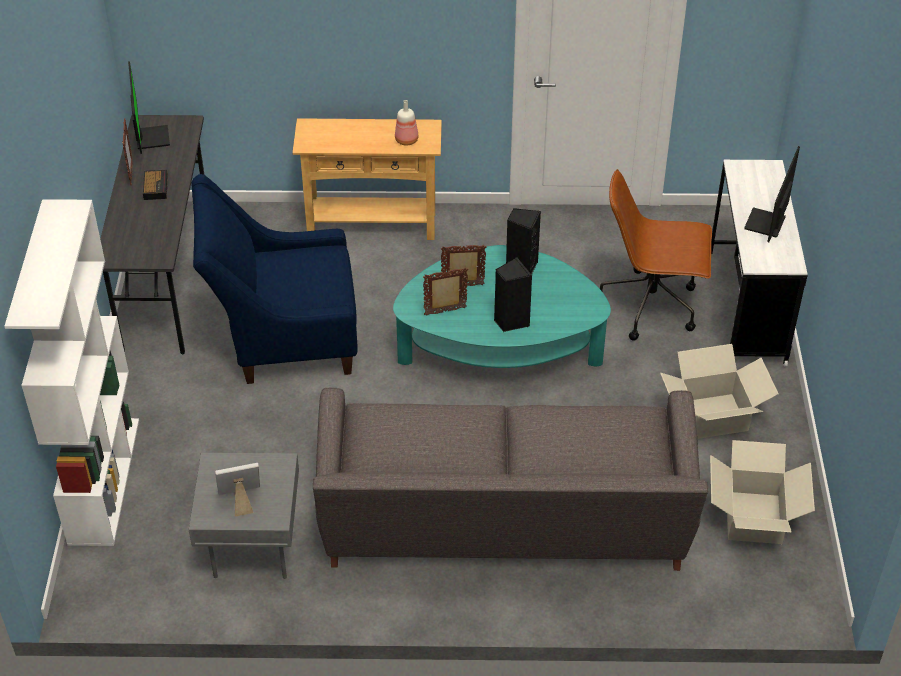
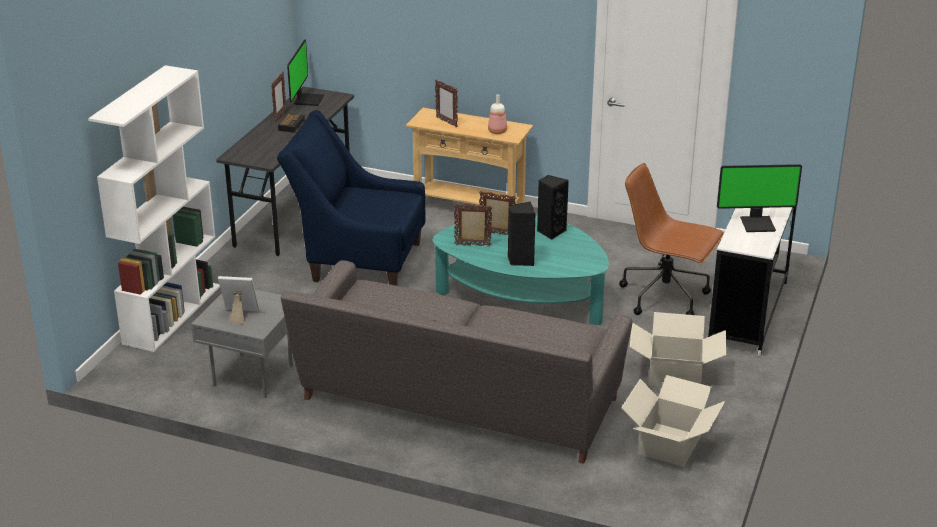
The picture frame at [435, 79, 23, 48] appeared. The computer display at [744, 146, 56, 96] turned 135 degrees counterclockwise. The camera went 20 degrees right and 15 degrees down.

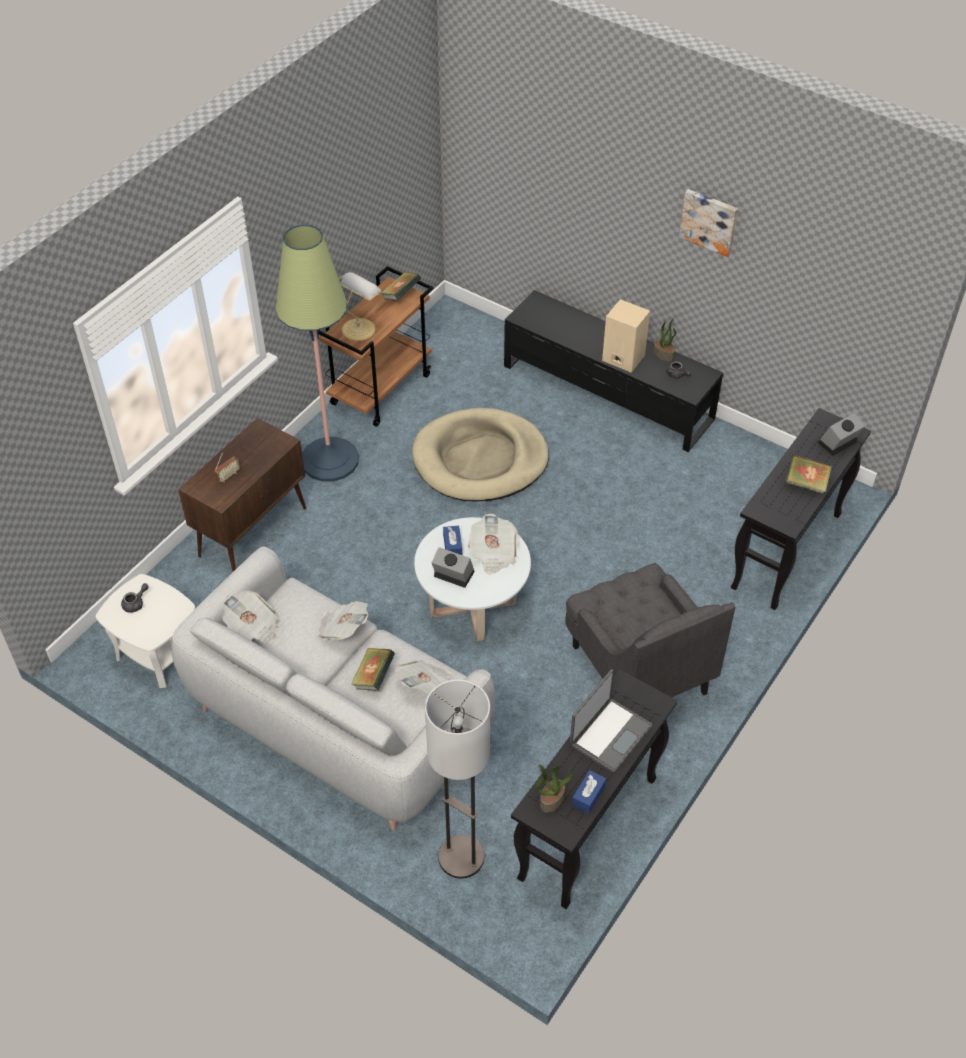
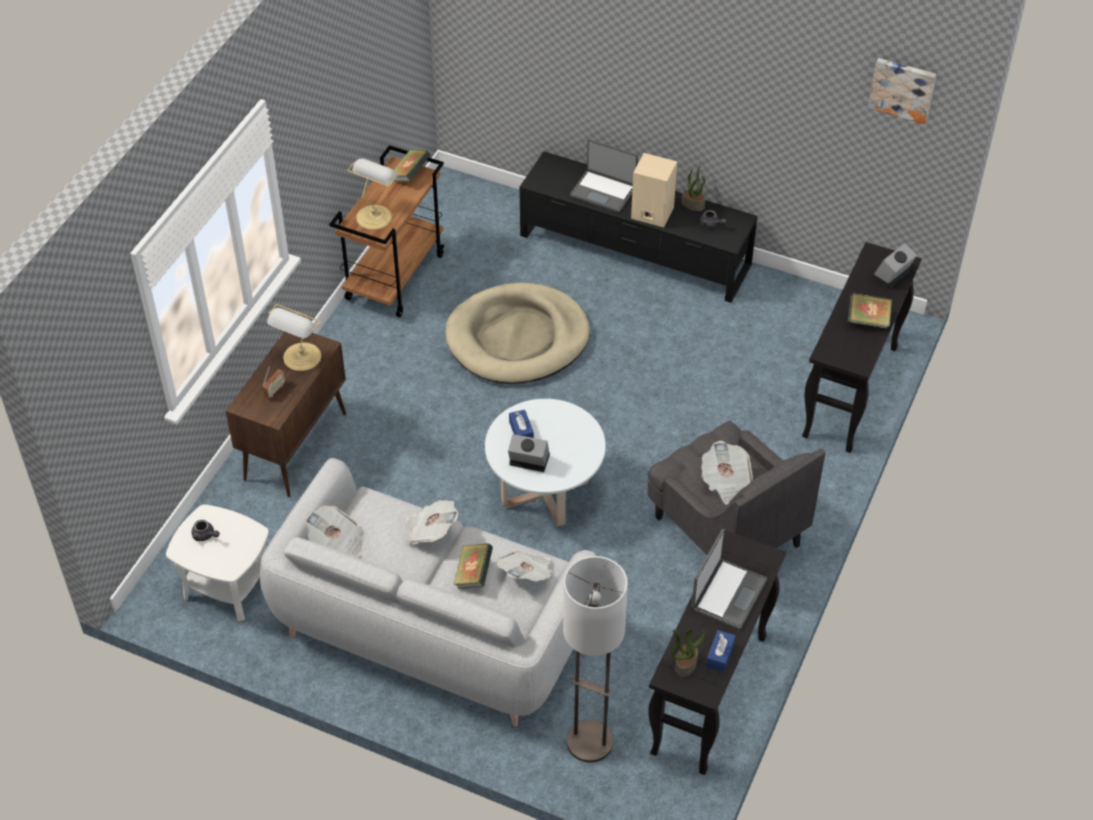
The grey teapot at [121, 583, 28, 30] turned 90 degrees clockwise. The tabletop lamp at [267, 304, 54, 67] appeared. The portable computer at [570, 139, 68, 74] appeared. The newspaper moved from [468, 514, 50, 61] to [701, 441, 52, 64]. The wall picture moved from [679, 189, 59, 68] to [868, 58, 68, 66]. The standing lamp at [275, 225, 84, 256] disappeared. The camera went 10 degrees left and 0 degrees up.

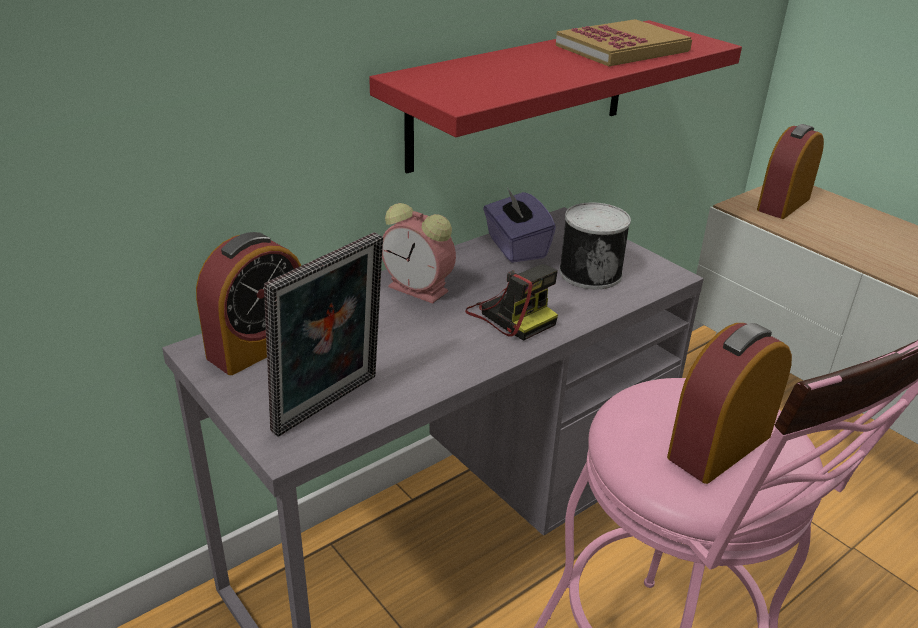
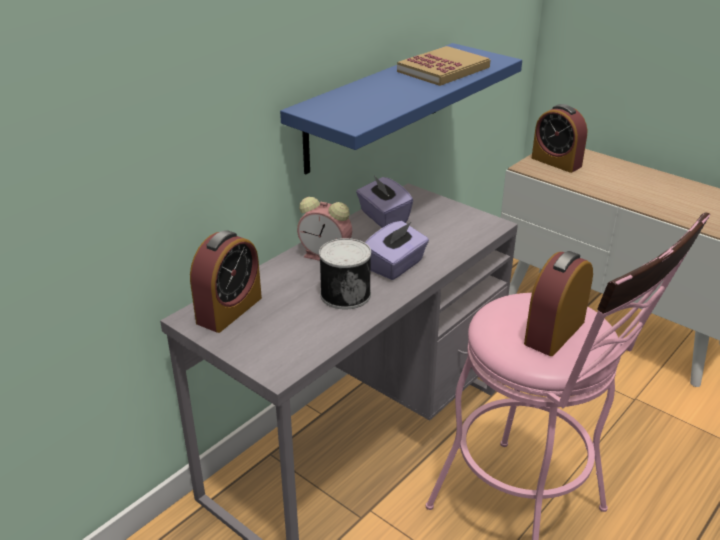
The red wall shelf at [369, 20, 373, 153] became the blue wall shelf at [280, 43, 242, 131]. The can moved from [559, 202, 72, 87] to [319, 238, 52, 72]. The photo camera at [465, 264, 93, 77] was replaced by the purplish box of tissues at [365, 221, 64, 59]. The bedside clock at [757, 124, 67, 95] turned 75 degrees counterclockwise. The picture frame at [264, 232, 119, 205] disappeared. The camera went 10 degrees left and 0 degrees up.

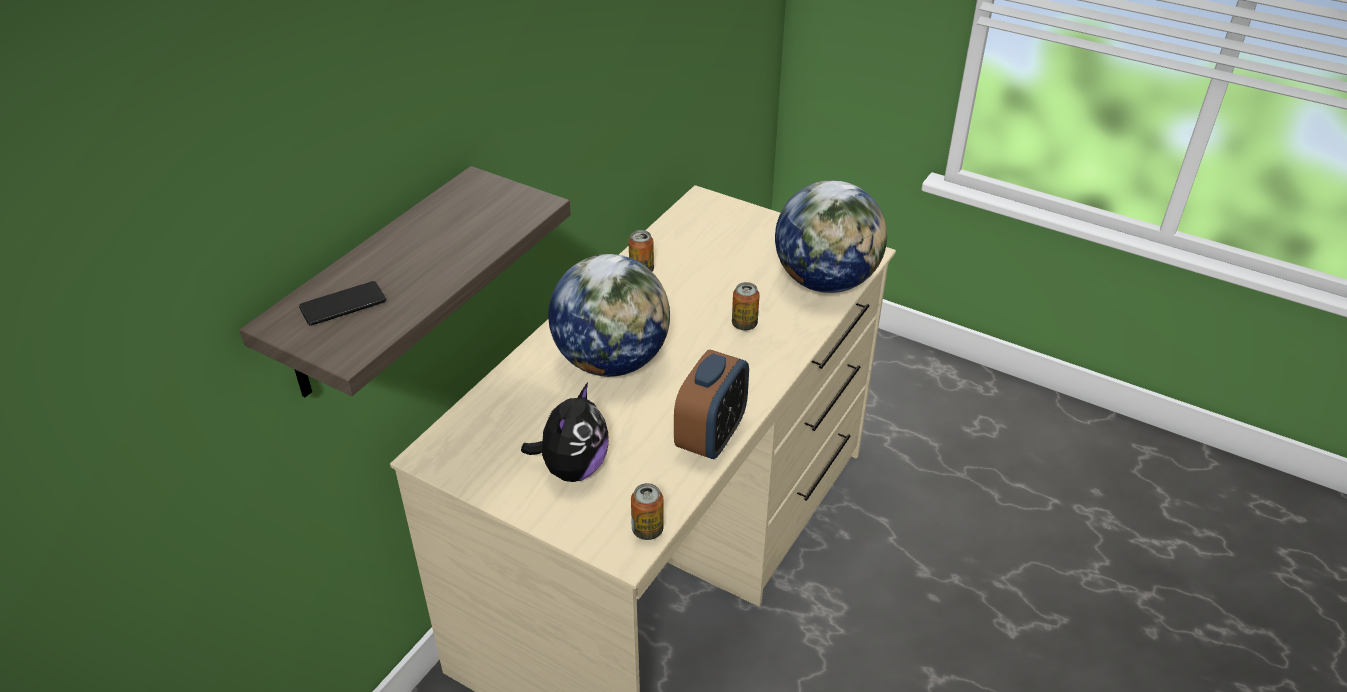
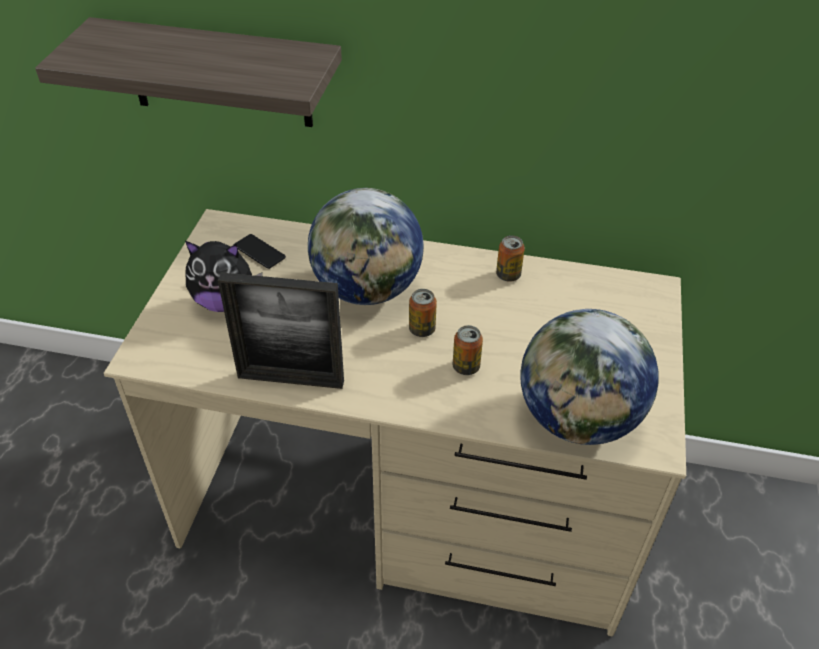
The bedside clock at [674, 350, 75, 109] was replaced by the picture frame at [218, 273, 126, 116]. The handset moved from [299, 281, 87, 45] to [234, 234, 52, 35]. The can moved from [631, 483, 32, 57] to [409, 289, 28, 48]. The camera went 70 degrees right and 5 degrees up.

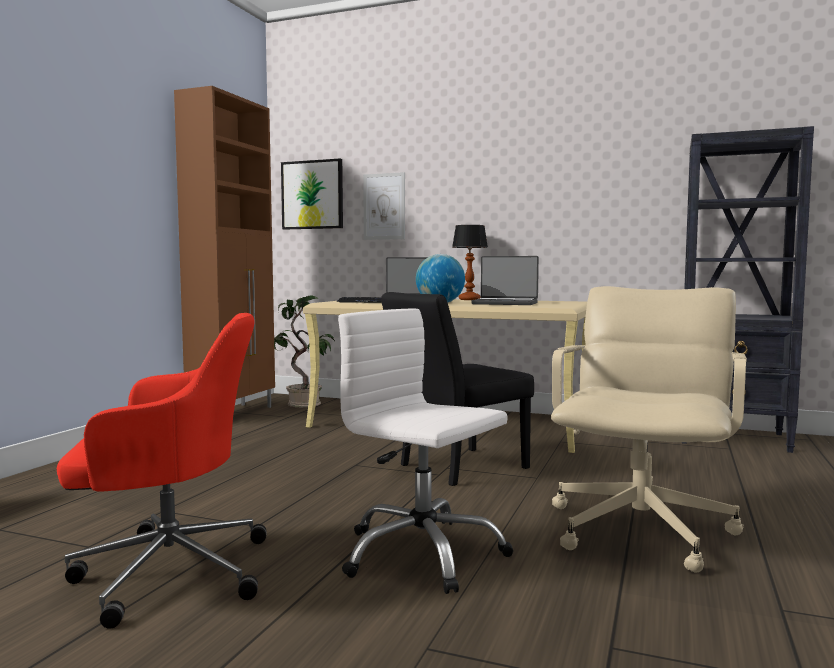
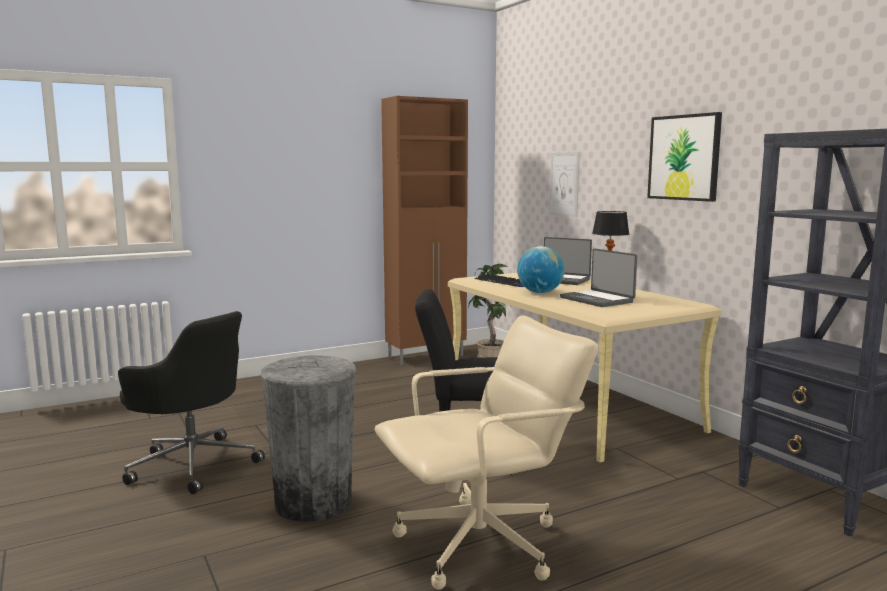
The red computer chair at [57, 313, 209, 316] became the black-coloured computer chair at [118, 311, 147, 183]. The whitish computer chair at [338, 309, 175, 285] was replaced by the grey rubbish bin at [260, 355, 96, 167]. The wall picture moved from [281, 159, 62, 71] to [647, 112, 75, 90]. The camera went 40 degrees right and 5 degrees up.

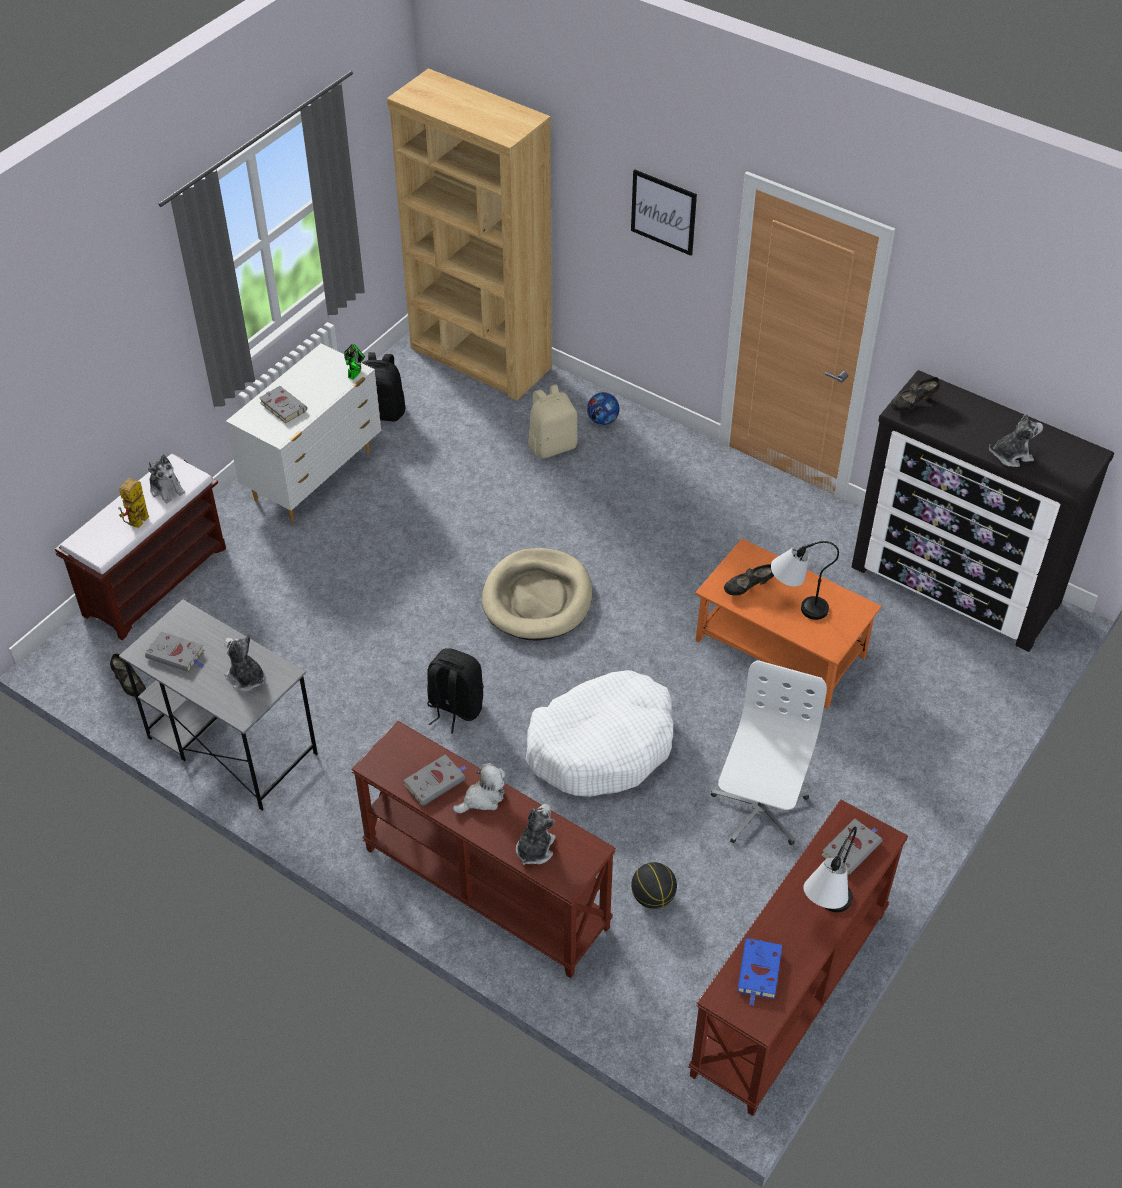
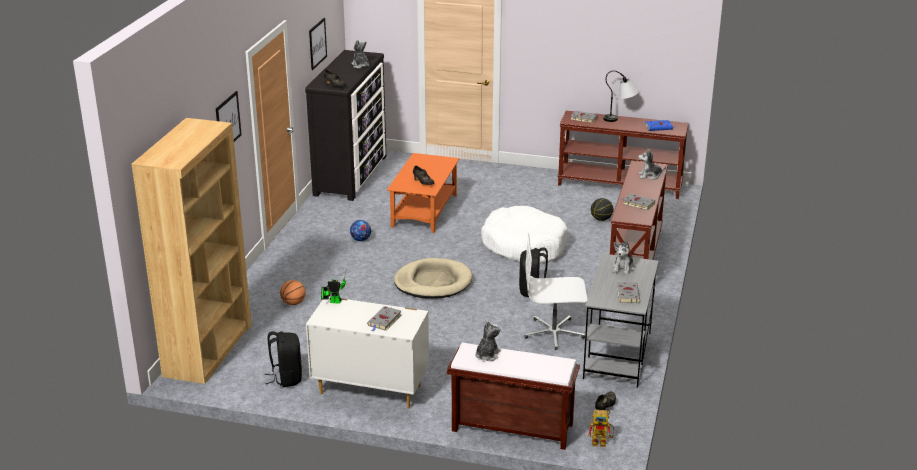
The beige knapsack at [528, 384, 49, 75] was replaced by the basketball ball at [280, 280, 26, 25]. The wall picture at [309, 18, 18, 52] appeared. The football moved from [587, 392, 33, 33] to [350, 220, 21, 21]. The whitish computer chair moved from [711, 660, 116, 185] to [524, 234, 63, 116]. The model robot moved from [118, 478, 31, 50] to [588, 410, 26, 37]. The plush toy at [453, 763, 53, 51] disappeared. The tabletop lamp at [771, 541, 68, 79] disappeared. The camera went 110 degrees left and 20 degrees down.

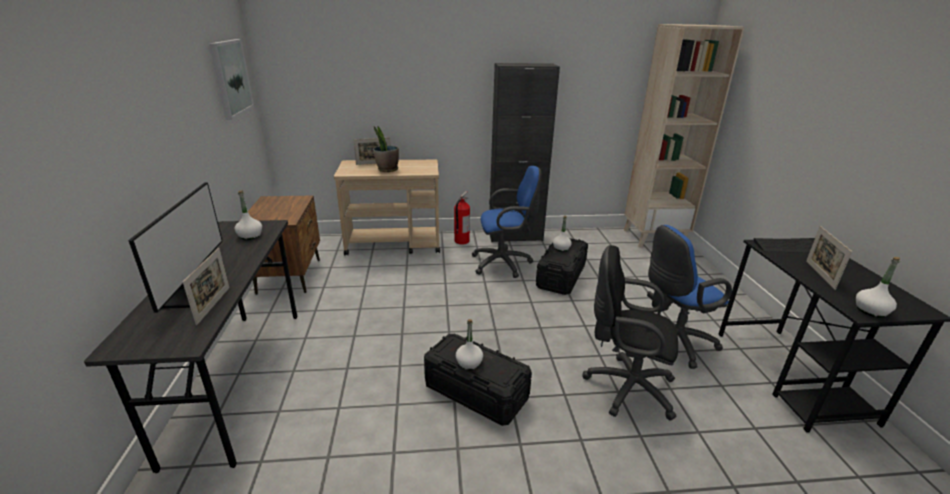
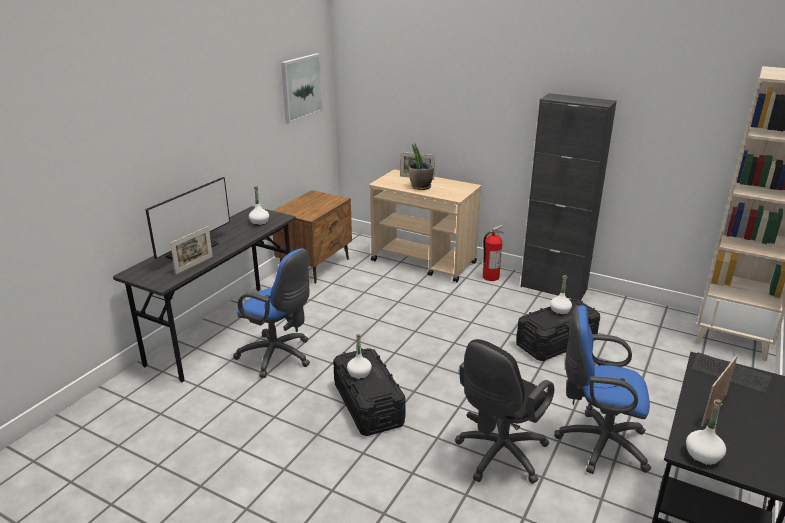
The blue computer chair moved from [472, 166, 70, 112] to [233, 248, 77, 130]. The black-coloured computer chair at [582, 245, 96, 175] turned 105 degrees counterclockwise. The camera went 35 degrees right and 0 degrees up.

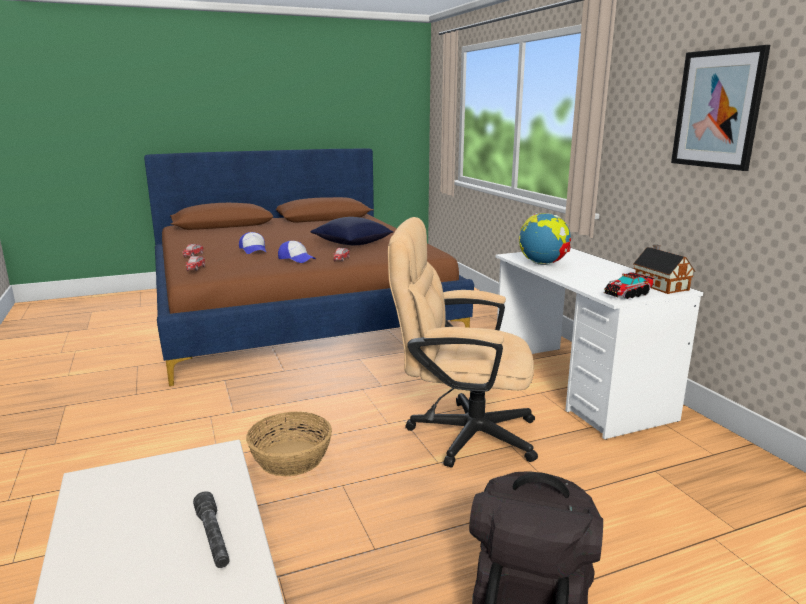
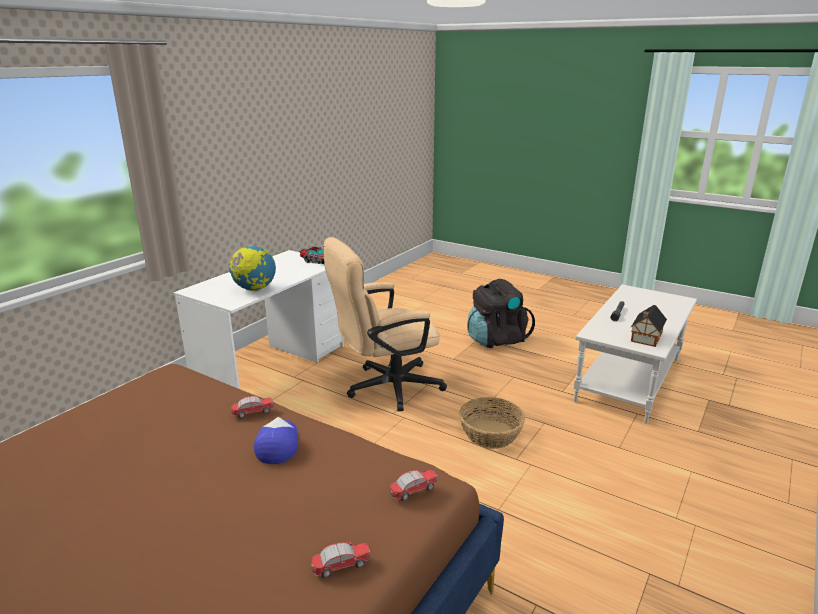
The beige computer chair at [388, 217, 150, 251] turned 90 degrees clockwise. The model house moved from [633, 244, 62, 50] to [631, 305, 36, 42]. The baseball cap at [239, 232, 27, 22] disappeared. The blue cushion at [311, 217, 82, 28] disappeared. The wall picture at [671, 45, 99, 126] disappeared. The camera went 125 degrees left and 5 degrees up.

